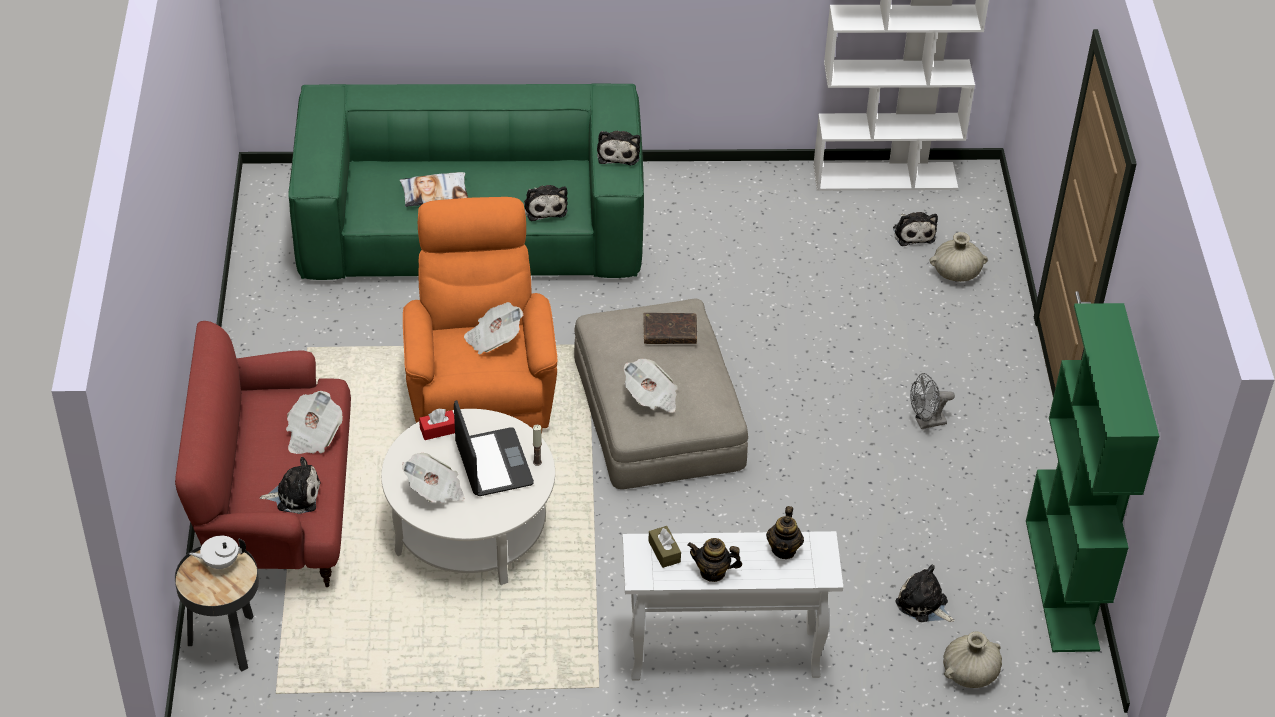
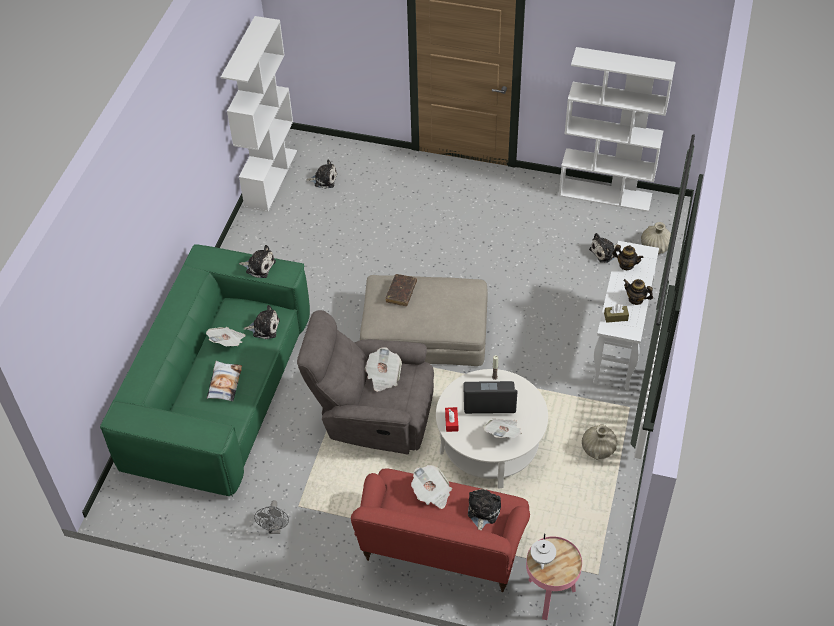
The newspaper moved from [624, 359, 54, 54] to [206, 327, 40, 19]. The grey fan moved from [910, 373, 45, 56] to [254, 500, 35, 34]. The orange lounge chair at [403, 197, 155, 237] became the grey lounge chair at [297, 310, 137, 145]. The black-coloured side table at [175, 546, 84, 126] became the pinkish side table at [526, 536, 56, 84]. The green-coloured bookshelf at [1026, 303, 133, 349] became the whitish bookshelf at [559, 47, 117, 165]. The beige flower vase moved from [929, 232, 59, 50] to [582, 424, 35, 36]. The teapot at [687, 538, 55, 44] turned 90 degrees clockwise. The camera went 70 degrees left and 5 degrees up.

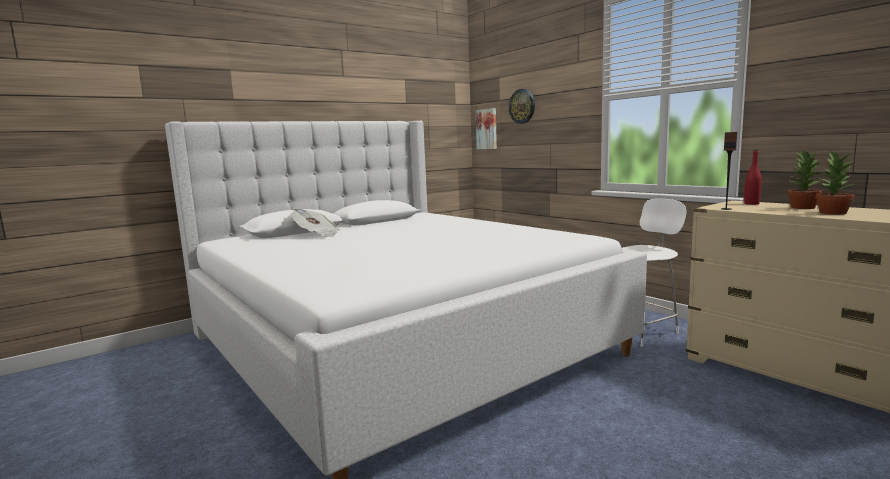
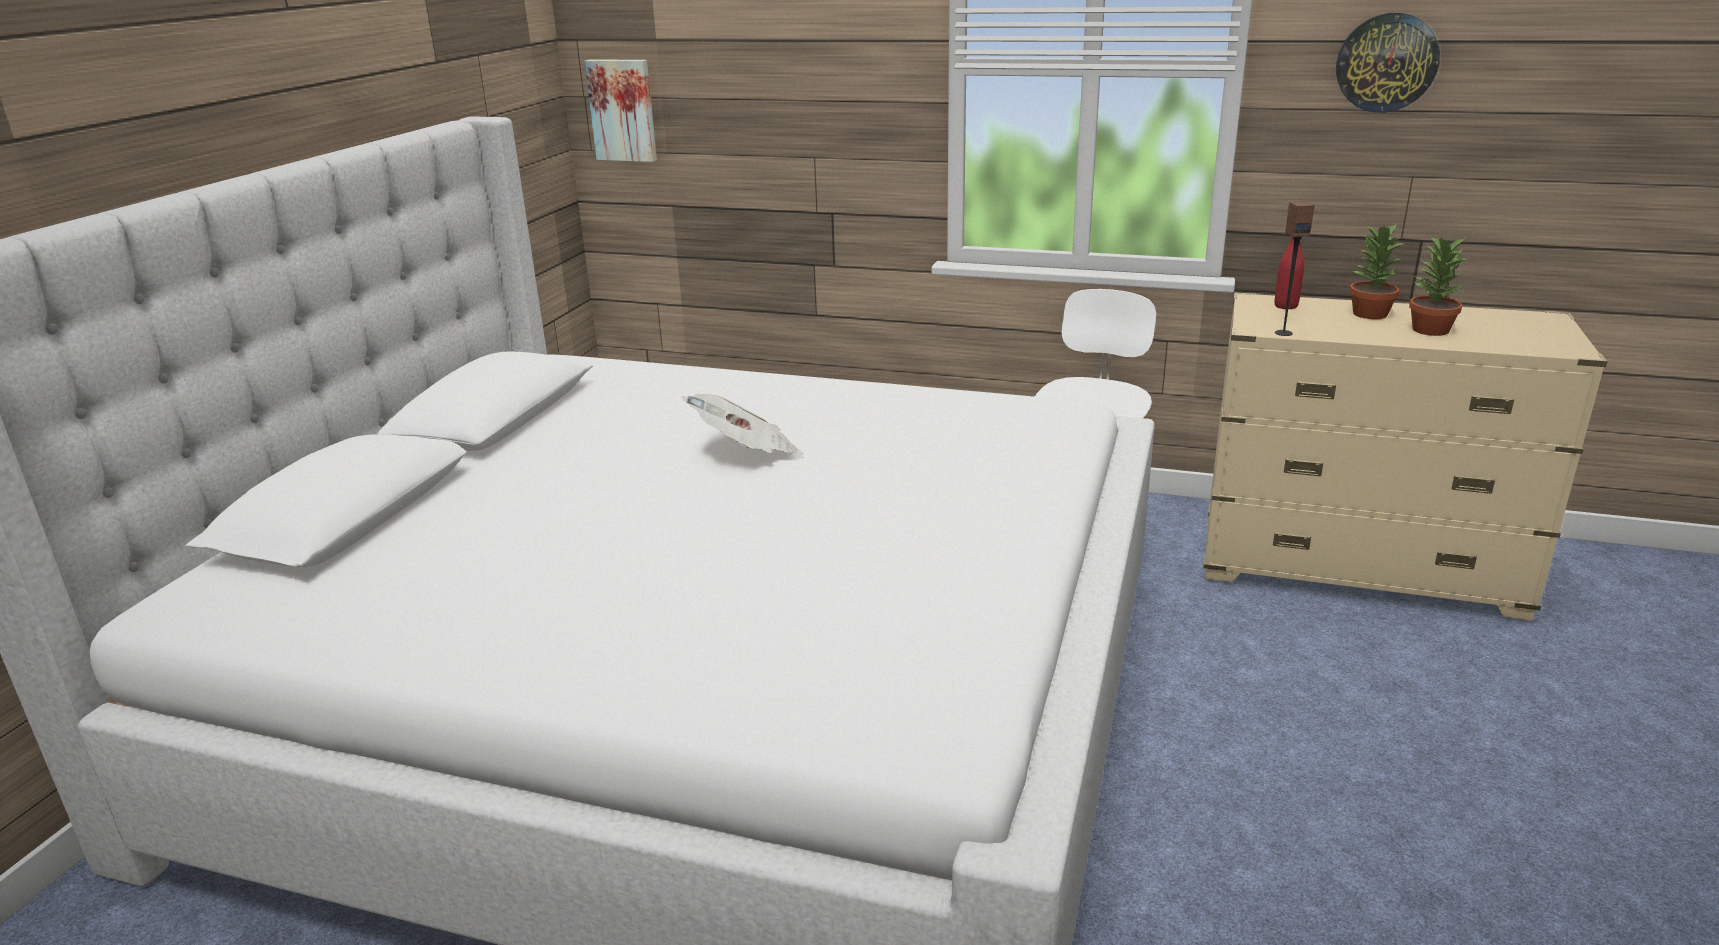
The newspaper moved from [290, 208, 49, 29] to [682, 394, 122, 61]. The clock on the wall moved from [509, 89, 26, 35] to [1336, 13, 104, 100]. The camera went 35 degrees left and 15 degrees up.

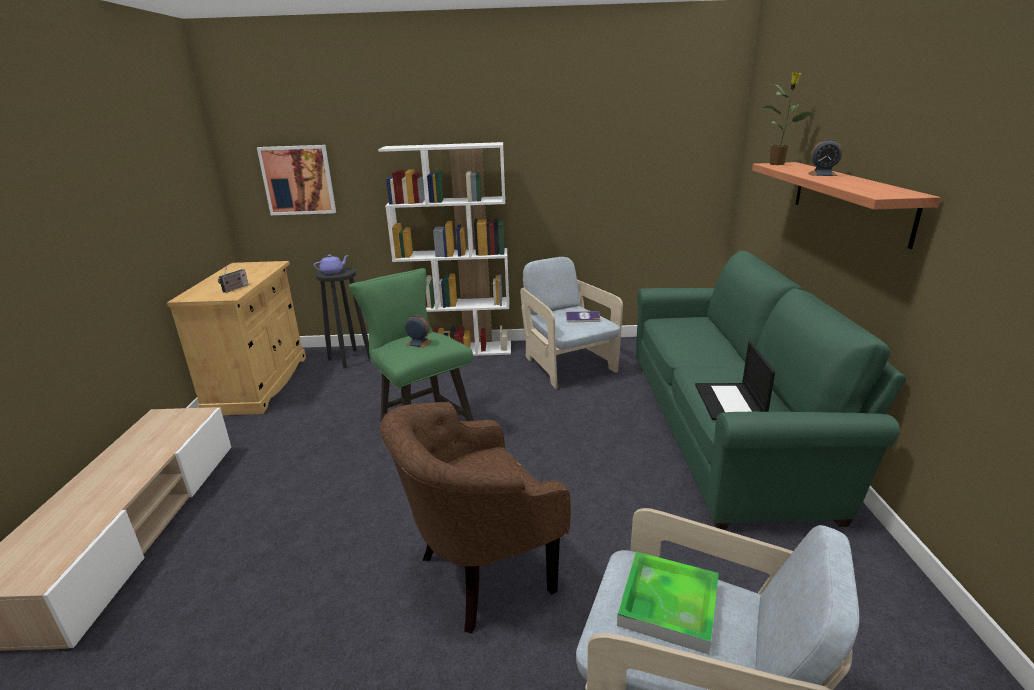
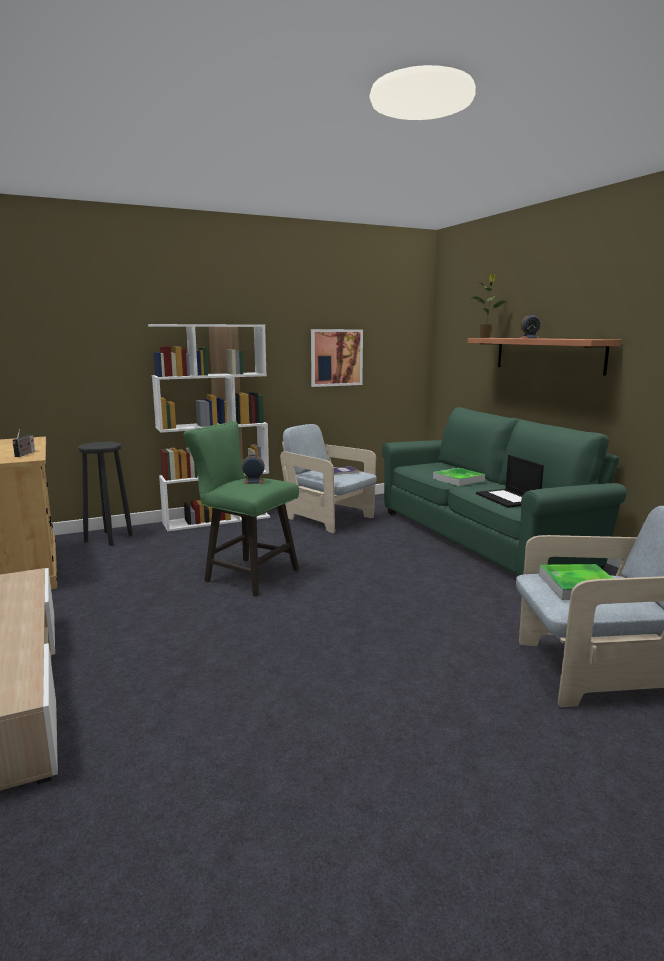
The wall picture moved from [257, 145, 79, 70] to [311, 329, 52, 58]. The tray at [433, 468, 52, 18] appeared. The purplish teapot at [313, 255, 36, 19] disappeared. The brown-coloured lounge chair at [379, 402, 192, 232] disappeared. The camera went 25 degrees left and 10 degrees down.

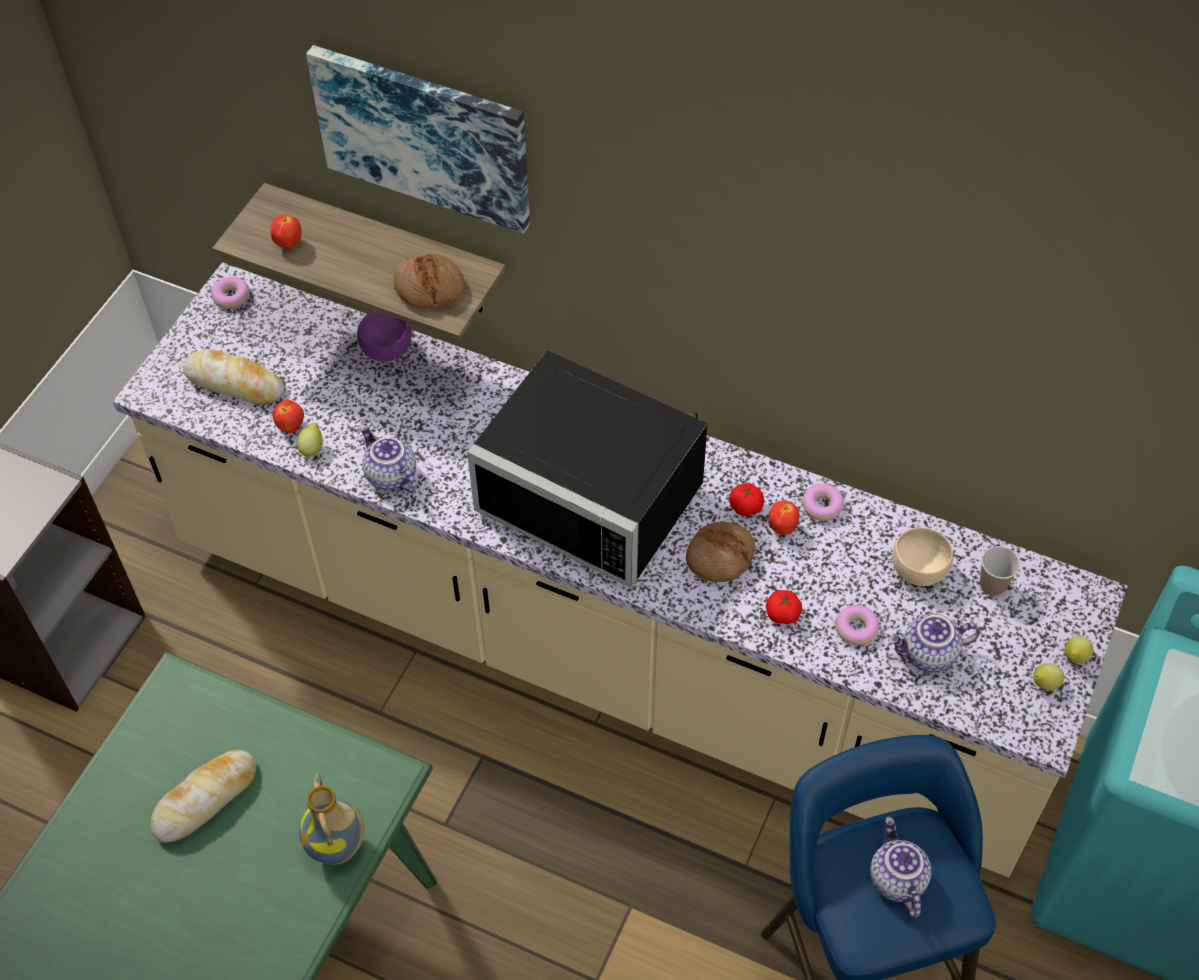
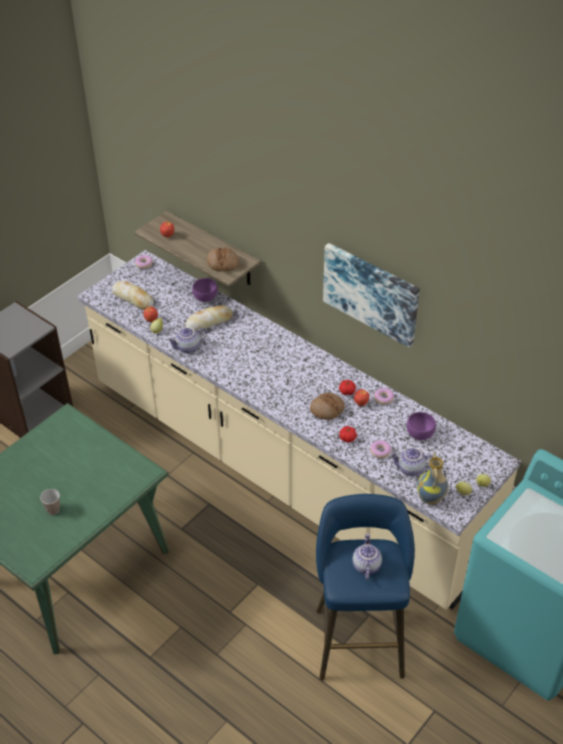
The drinking cup moved from [980, 546, 40, 50] to [40, 489, 20, 26]. The teapot at [360, 425, 57, 68] turned 90 degrees counterclockwise. The bakery bread moved from [151, 750, 105, 93] to [185, 305, 48, 26]. The wall picture moved from [306, 45, 224, 189] to [323, 243, 97, 105]. The beige serving bowl at [892, 527, 61, 59] became the purplish serving bowl at [407, 412, 29, 28]. The flower vase moved from [299, 774, 65, 91] to [417, 453, 32, 52]. The black-coloured kitchen microwave at [467, 350, 241, 238] disappeared. The camera went 15 degrees right and 10 degrees down.

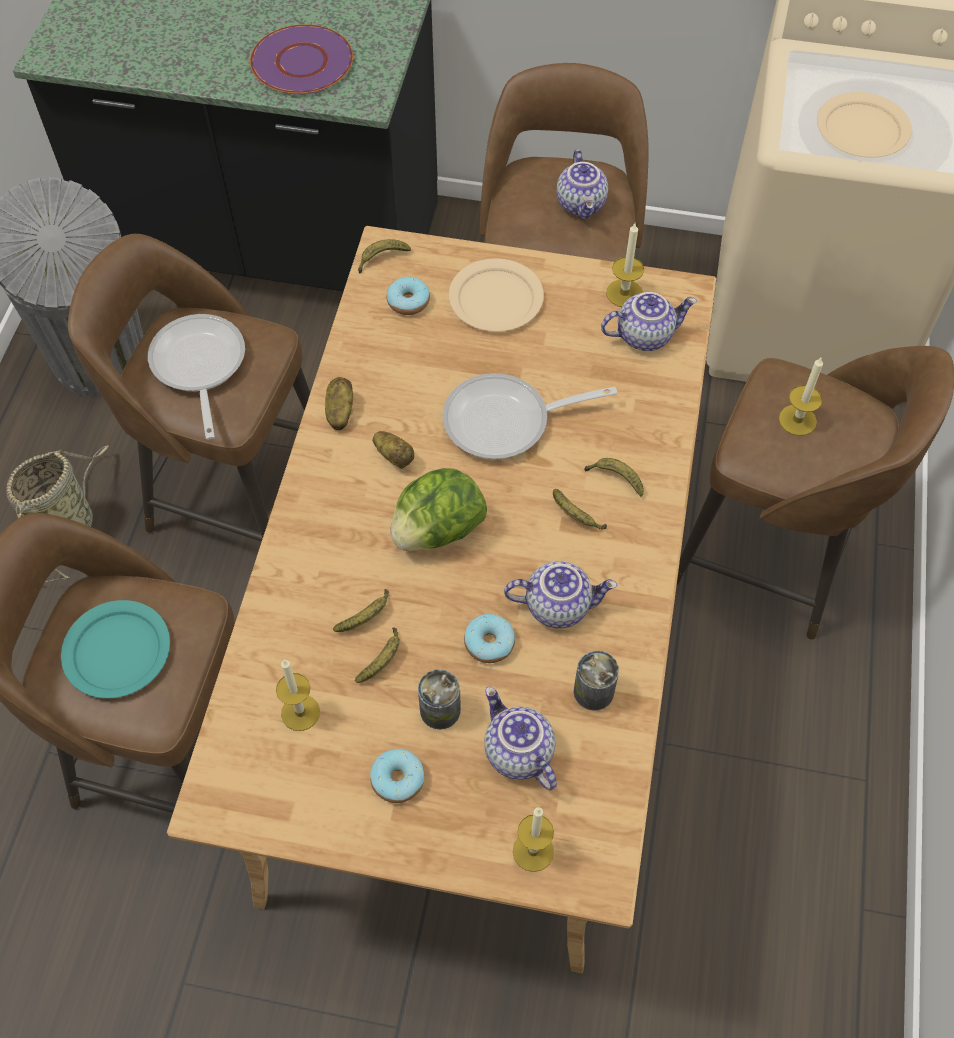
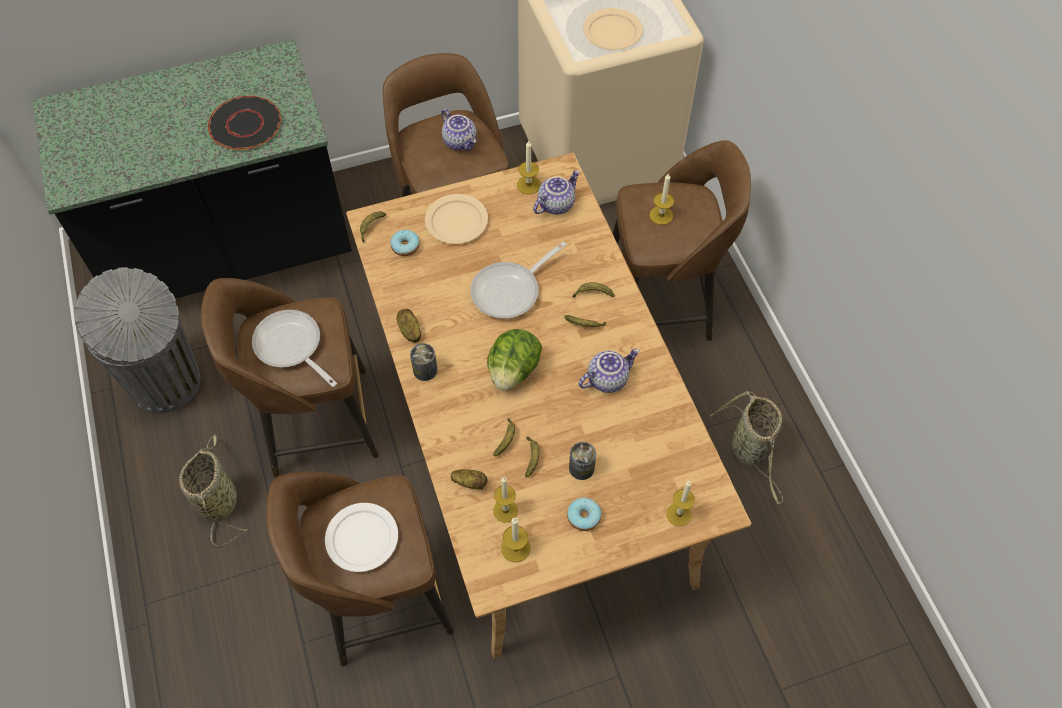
The purplish plate at [250, 24, 103, 70] became the black-coloured plate at [208, 96, 73, 54]. The blue-green plate at [61, 600, 109, 99] became the whitish plate at [325, 503, 73, 69]. The can moved from [574, 650, 45, 61] to [410, 343, 28, 38]. The whole potato moved from [372, 431, 42, 38] to [451, 469, 37, 21]. The wax light at [501, 518, 30, 44] appeared. The household basket at [710, 391, 73, 113] appeared. The ring doughnut at [464, 614, 51, 49] disappeared. The teapot at [484, 687, 73, 104] disappeared. The camera went 30 degrees left and 0 degrees up.

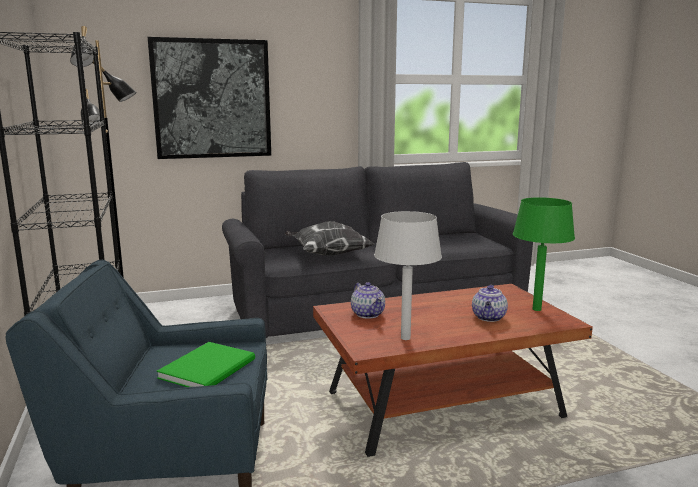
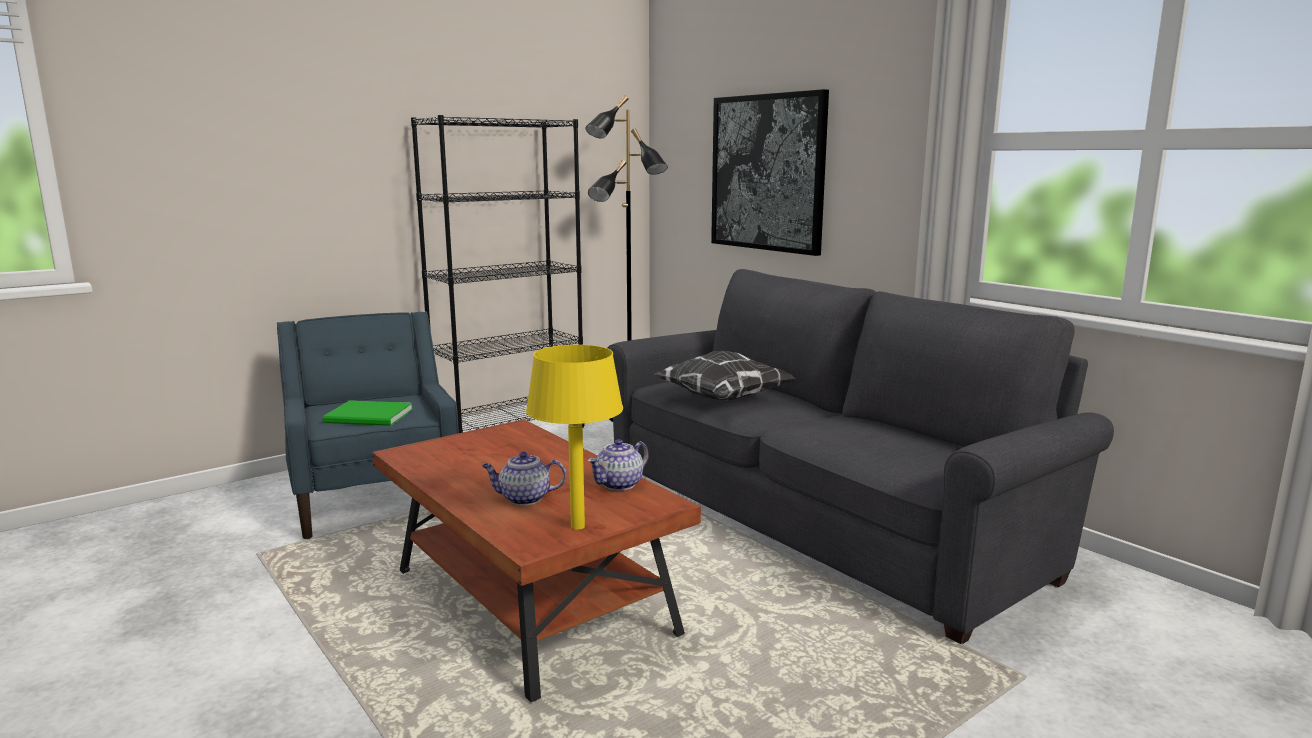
The green-coloured tabletop lamp at [513, 197, 62, 114] became the yellow tabletop lamp at [526, 345, 97, 185]. The teapot moved from [351, 282, 34, 37] to [588, 439, 61, 52]. The grey tabletop lamp at [374, 211, 68, 129] disappeared. The camera went 70 degrees right and 0 degrees up.

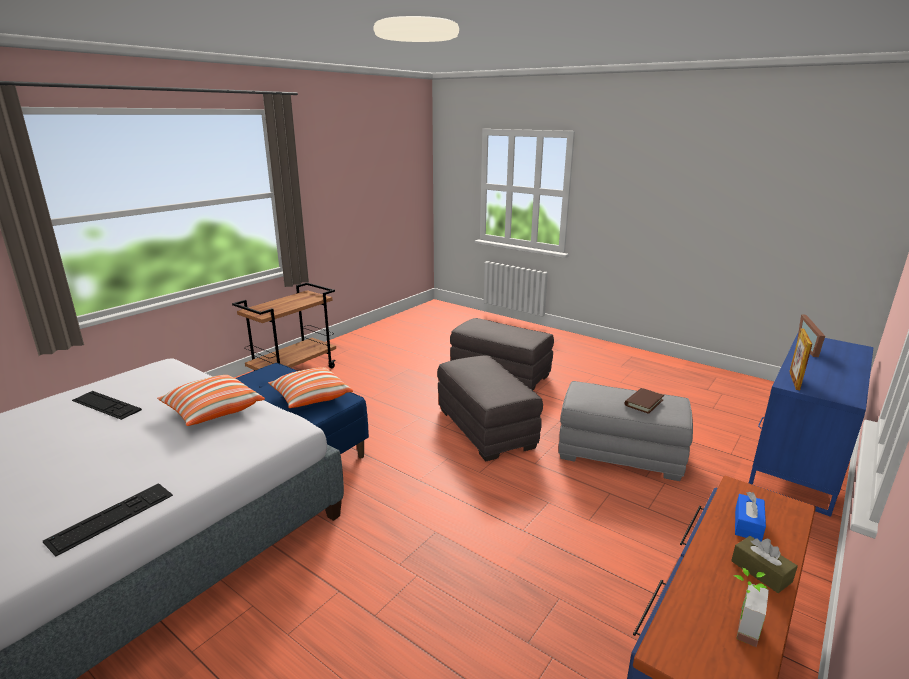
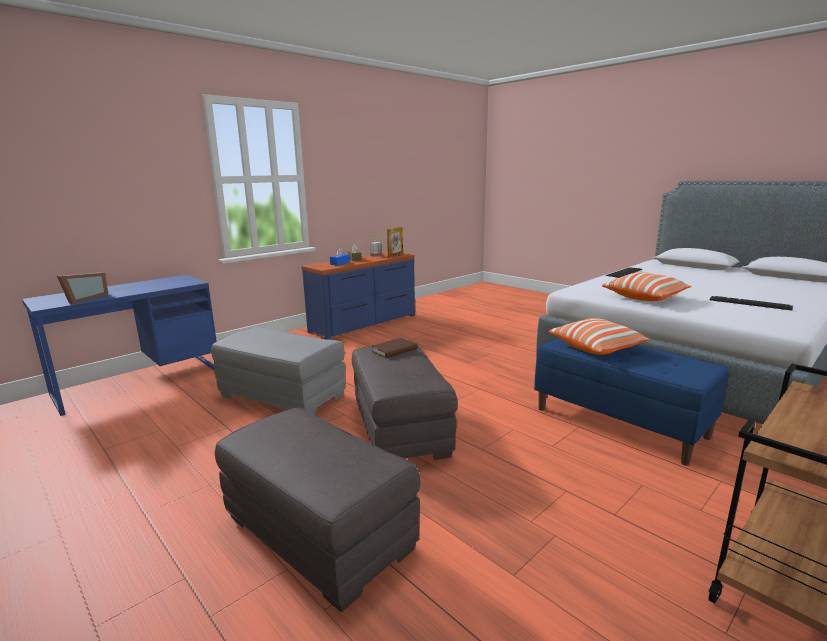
The brown-coloured bound book moved from [625, 388, 39, 26] to [371, 338, 47, 21]. The picture frame moved from [789, 328, 23, 62] to [387, 227, 16, 31]. The camera went 170 degrees left and 5 degrees down.

